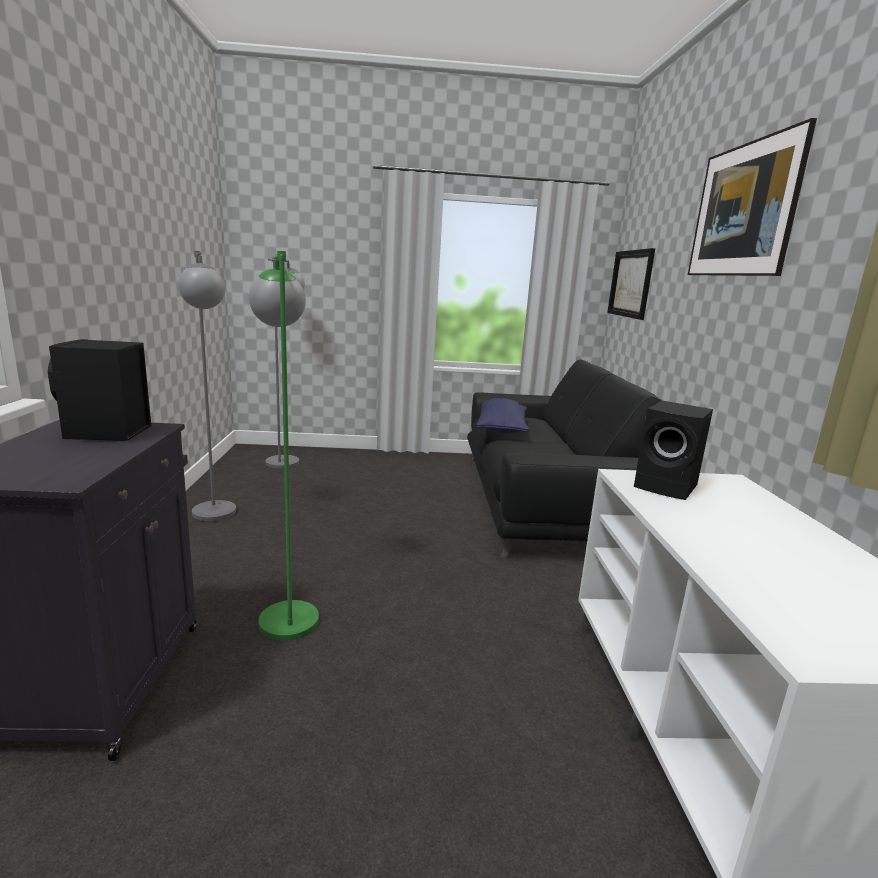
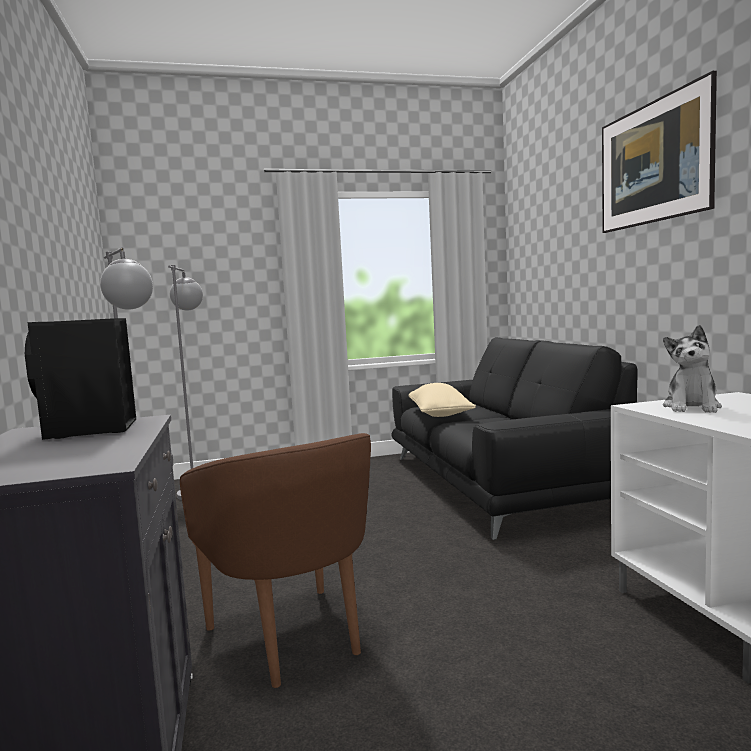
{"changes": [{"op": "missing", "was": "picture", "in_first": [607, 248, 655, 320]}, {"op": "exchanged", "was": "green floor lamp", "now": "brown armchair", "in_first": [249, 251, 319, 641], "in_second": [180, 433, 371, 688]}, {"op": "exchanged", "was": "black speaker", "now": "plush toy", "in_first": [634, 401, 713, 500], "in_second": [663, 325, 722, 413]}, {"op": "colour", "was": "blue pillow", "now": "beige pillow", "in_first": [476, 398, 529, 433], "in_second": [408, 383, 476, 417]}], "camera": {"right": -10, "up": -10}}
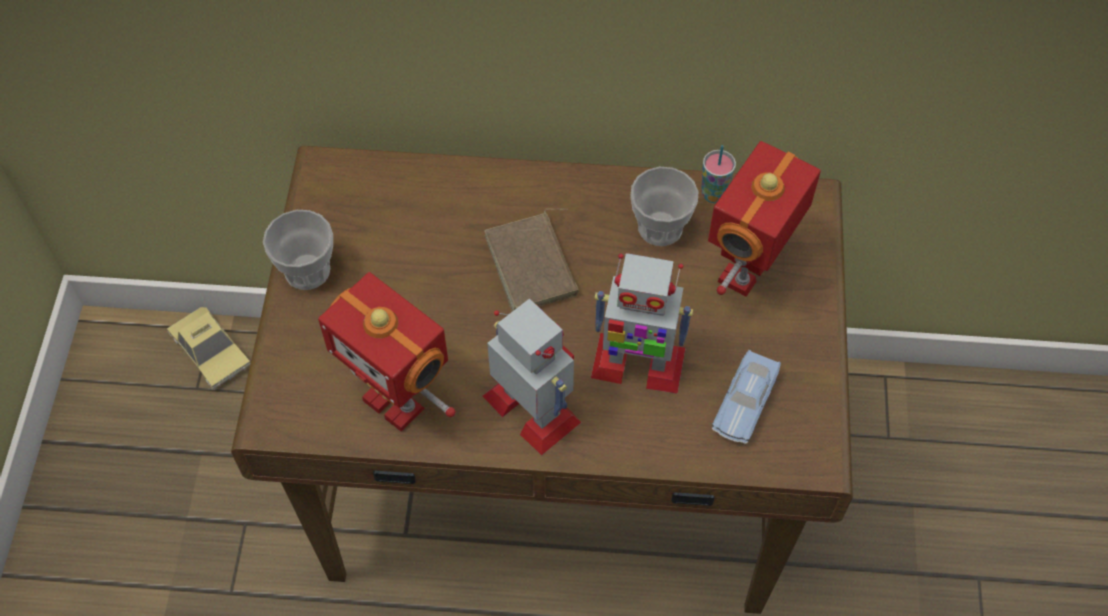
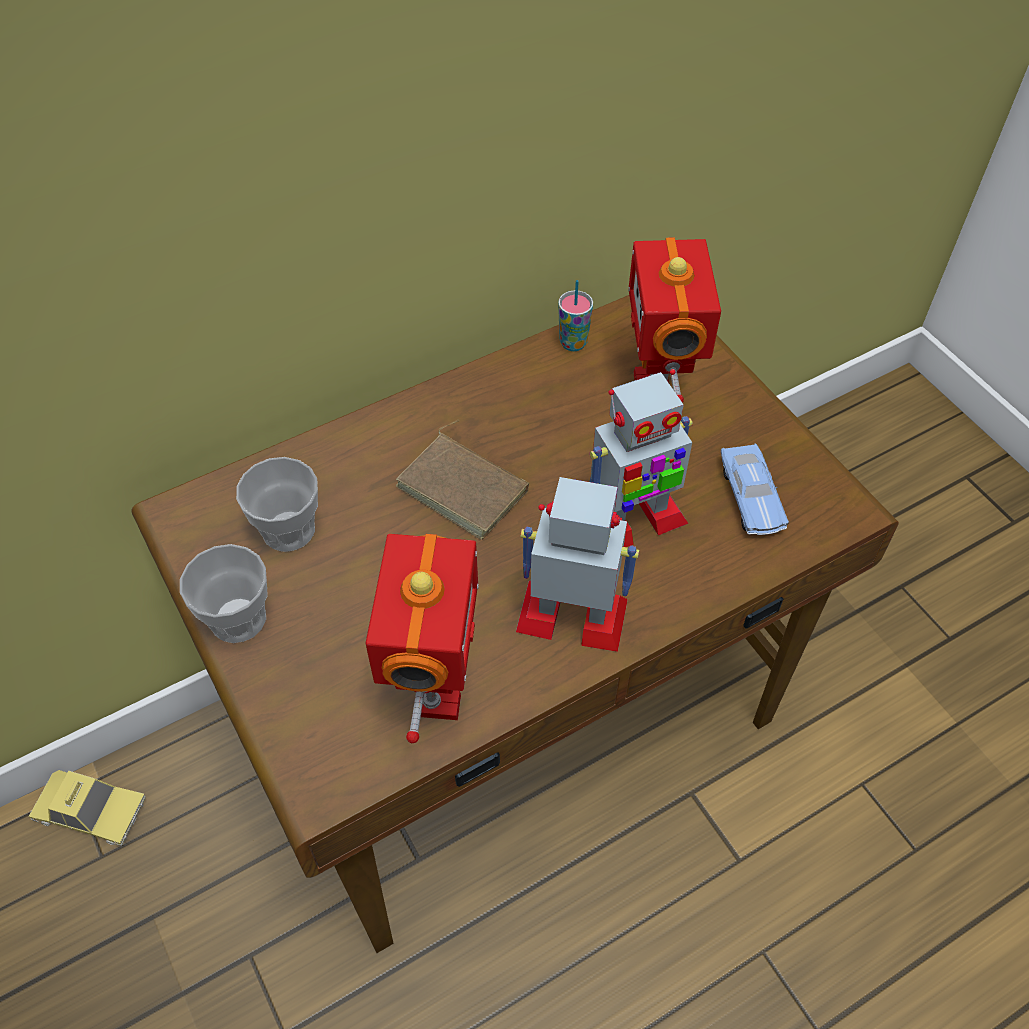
{"changes": [{"op": "relocated", "was": "cup", "in_first": [630, 167, 698, 246], "in_second": [236, 457, 318, 552]}, {"op": "spun", "was": "toy robot", "in_first": [318, 272, 456, 432], "in_second": [365, 534, 479, 743], "clockwise": -90}], "camera": {"right": -35, "up": -5}}
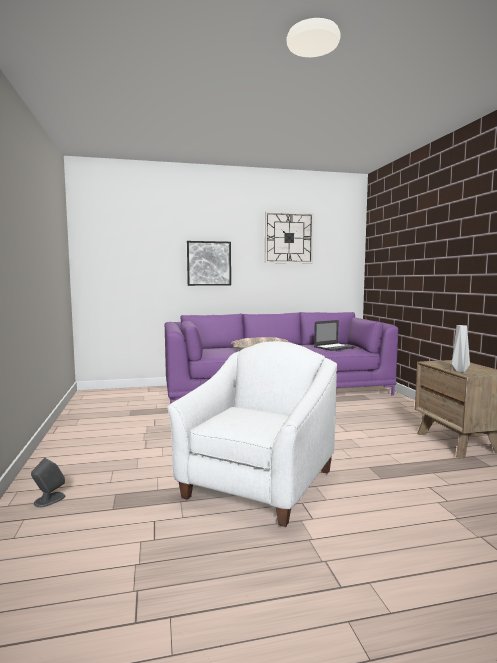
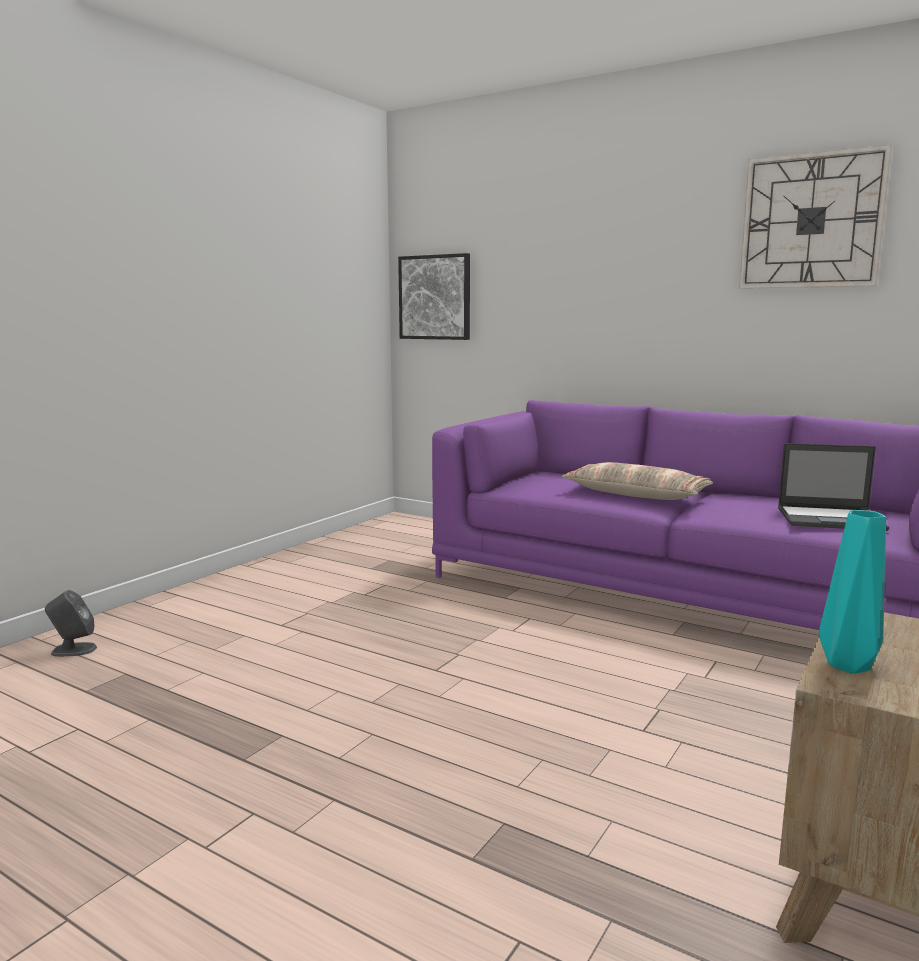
{"changes": [{"op": "missing", "was": "white armchair", "in_first": [167, 341, 337, 527]}, {"op": "relocated", "was": "picture", "in_first": [187, 241, 231, 286], "in_second": [398, 253, 470, 340]}, {"op": "colour", "was": "grey vase", "now": "turquoise vase", "in_first": [452, 325, 470, 372], "in_second": [819, 510, 886, 674]}], "camera": {"right": 45, "up": 5}}
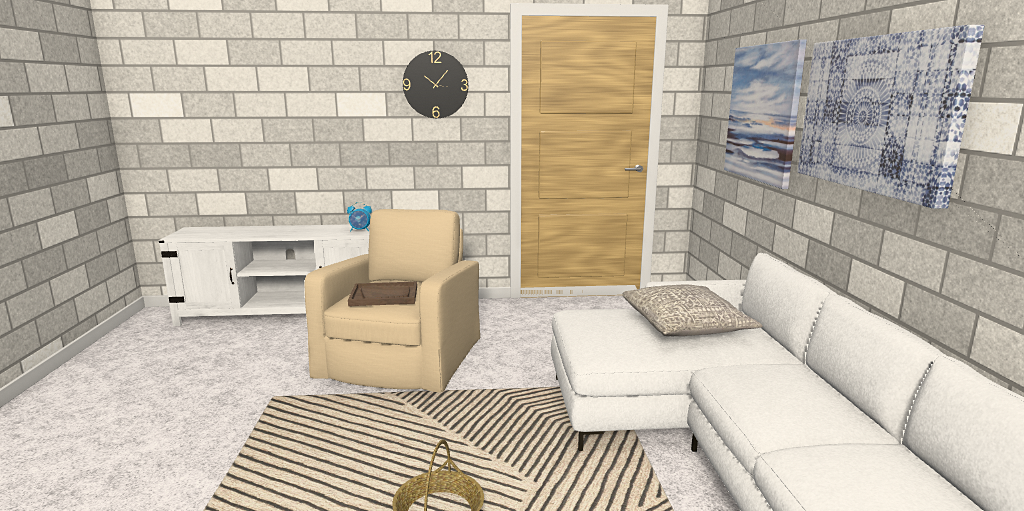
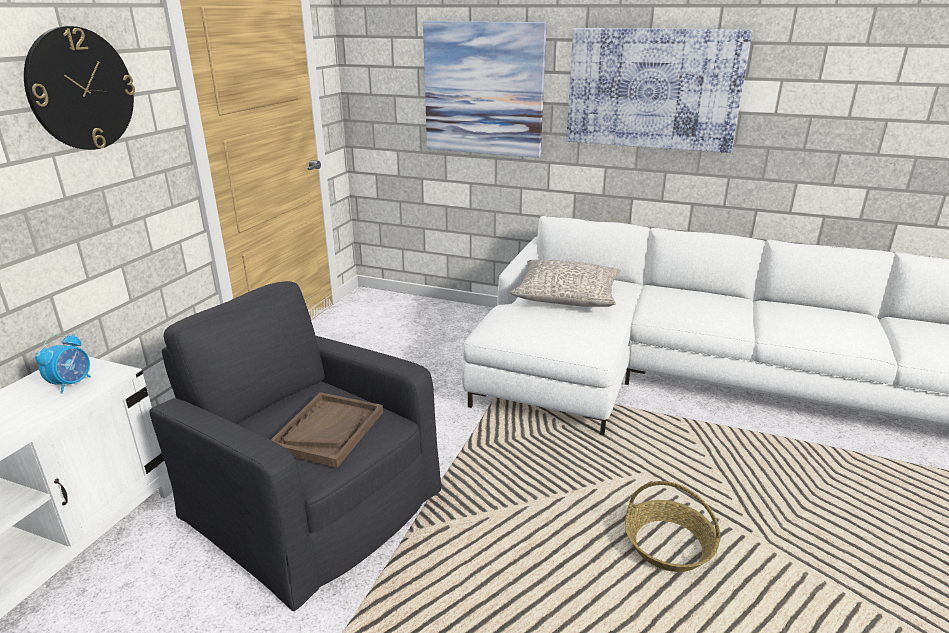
{"changes": [{"op": "colour", "was": "beige armchair", "now": "black armchair", "in_first": [305, 209, 480, 393], "in_second": [150, 281, 441, 611]}], "camera": {"right": -65, "up": 10}}
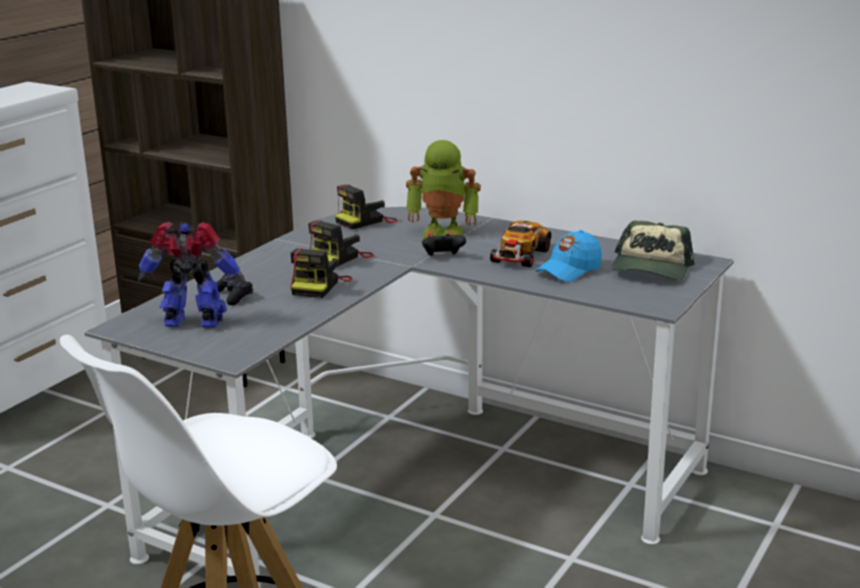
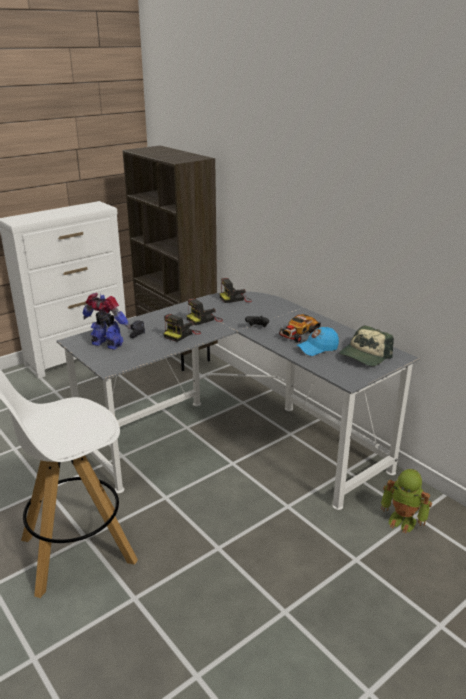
{"changes": [{"op": "relocated", "was": "toy robot", "in_first": [406, 140, 481, 238], "in_second": [381, 469, 432, 533]}], "camera": {"right": 20, "up": 5}}
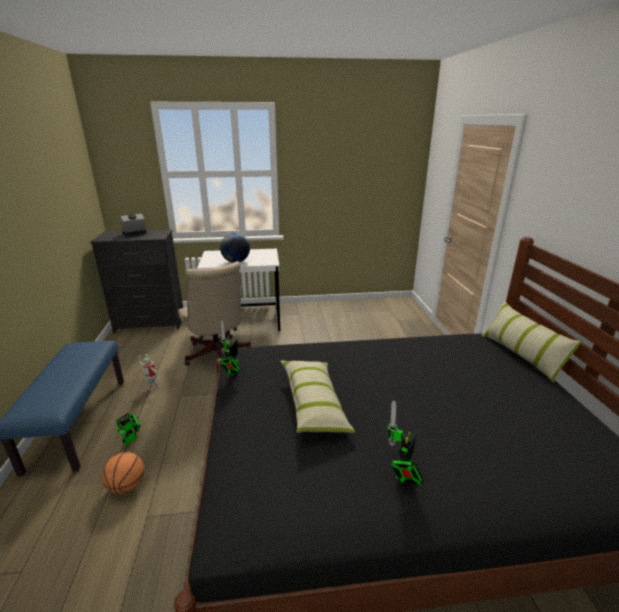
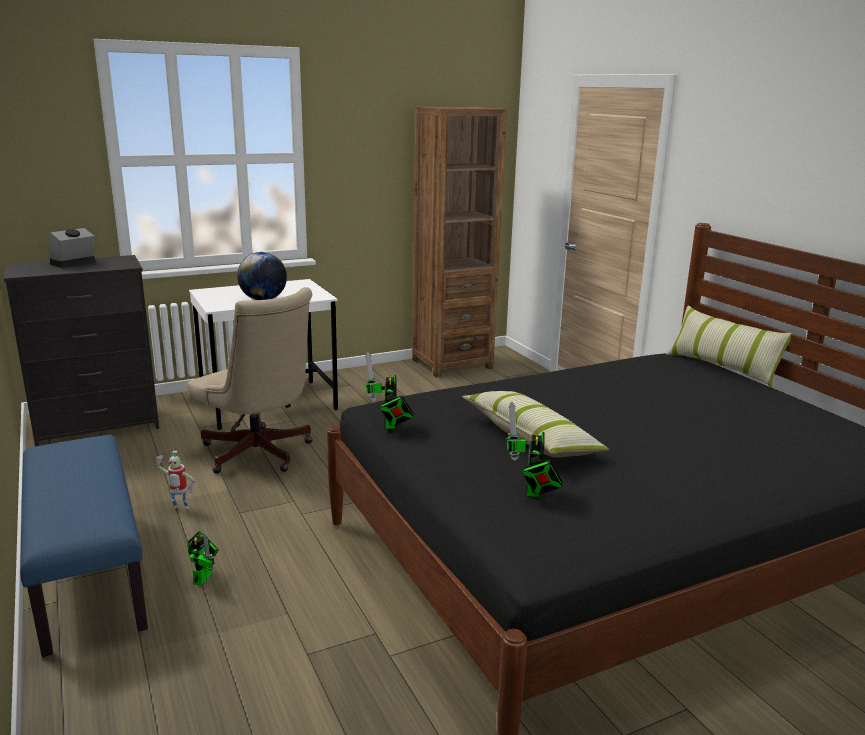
{"changes": [{"op": "missing", "was": "basketball", "in_first": [102, 452, 144, 494]}, {"op": "appeared", "now": "brown bookcase", "in_second": [412, 106, 507, 377]}, {"op": "relocated", "was": "toy robot", "in_first": [387, 400, 424, 485], "in_second": [507, 402, 563, 497]}], "camera": {"right": -20, "up": -5}}
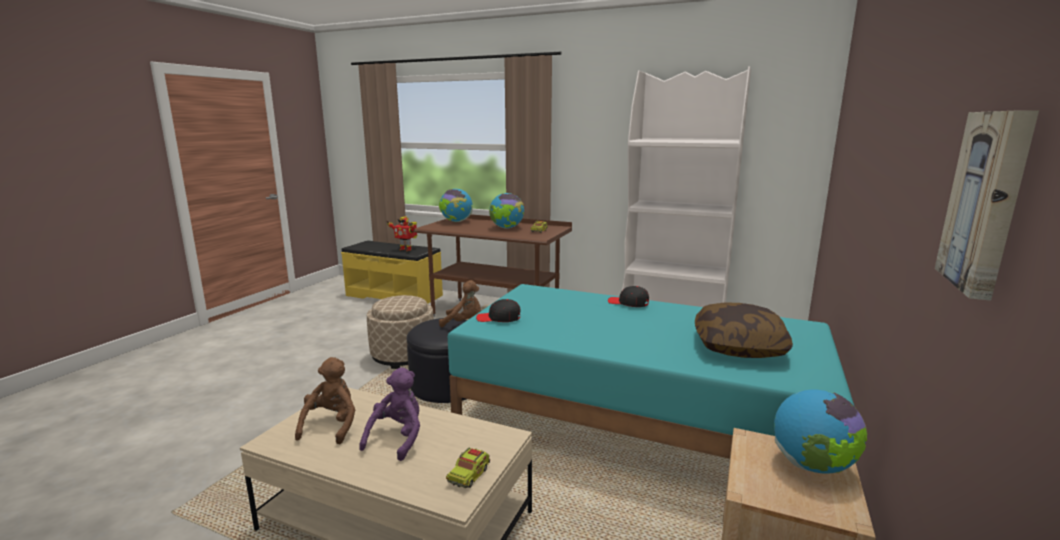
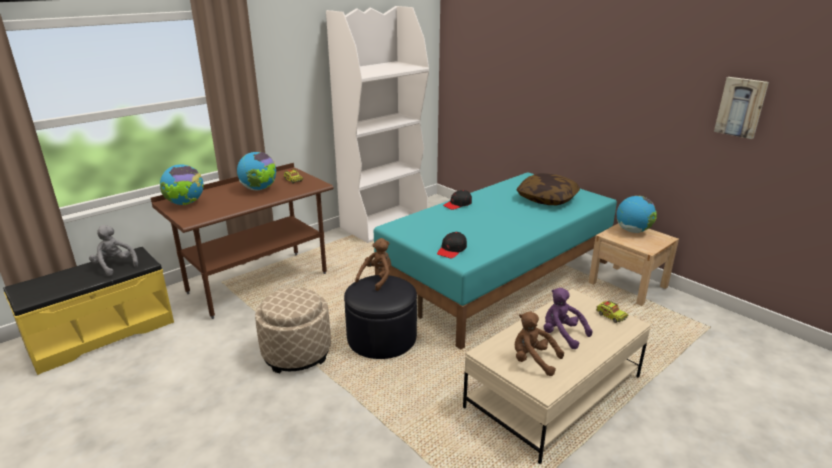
{"changes": [{"op": "exchanged", "was": "toy robot", "now": "grey plush toy", "in_first": [386, 217, 417, 251], "in_second": [89, 225, 138, 276]}], "camera": {"right": -65, "up": 10}}
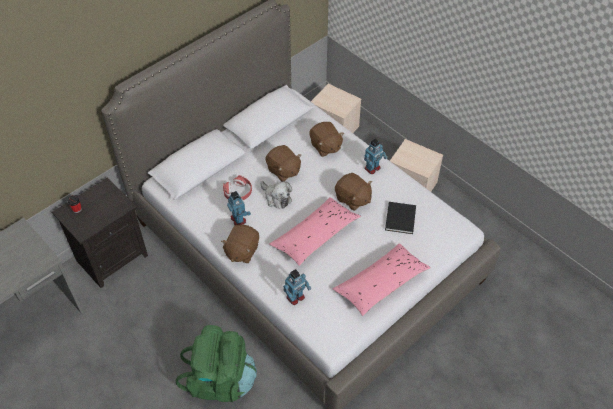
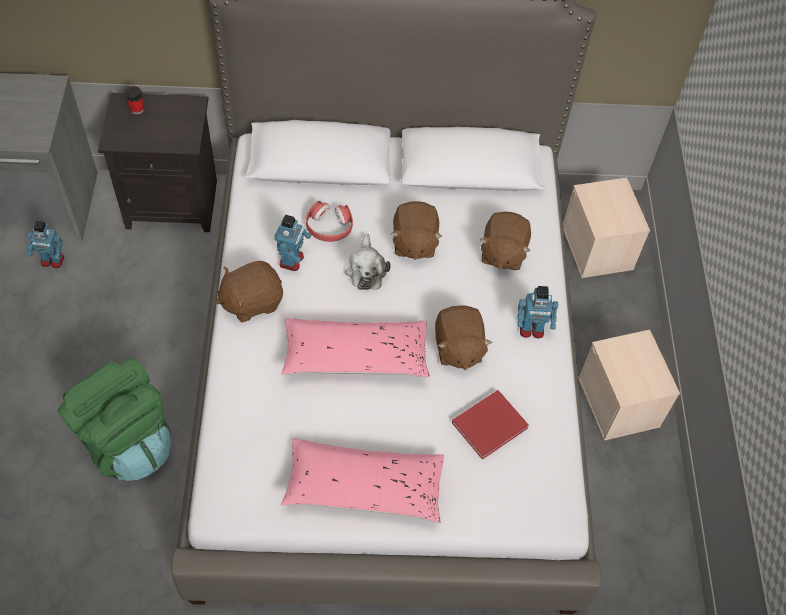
{"changes": [{"op": "relocated", "was": "toy robot", "in_first": [283, 269, 311, 305], "in_second": [27, 221, 64, 268]}, {"op": "colour", "was": "black book", "now": "red book", "in_first": [385, 202, 416, 234], "in_second": [452, 390, 529, 460]}], "camera": {"right": 40, "up": 5}}
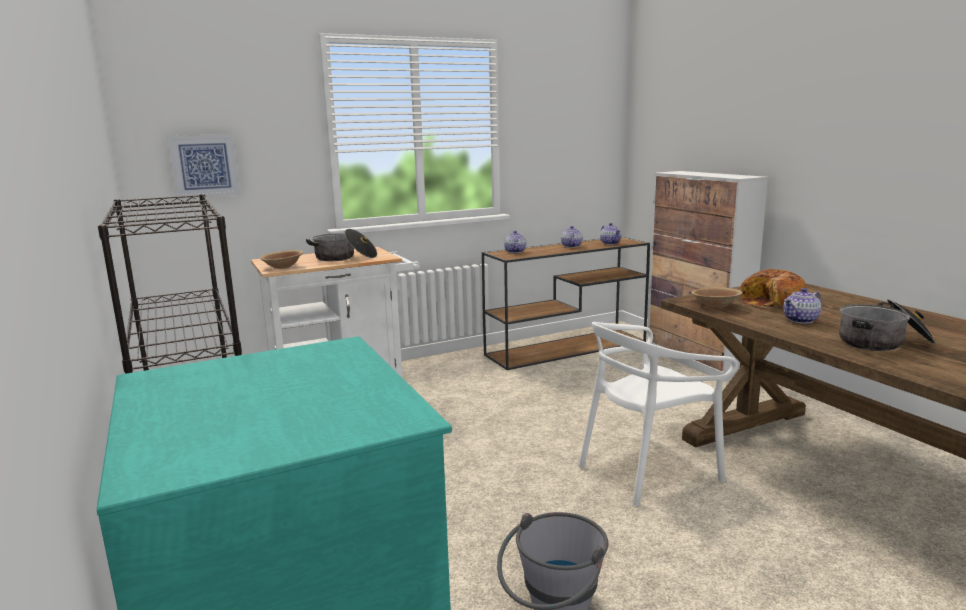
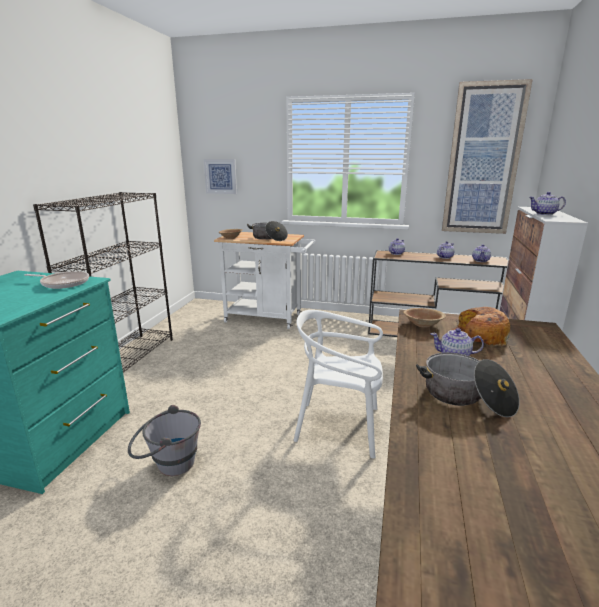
{"changes": [{"op": "appeared", "now": "frying pan", "in_second": [24, 271, 89, 289]}, {"op": "appeared", "now": "picture", "in_second": [442, 79, 533, 234]}, {"op": "appeared", "now": "teapot", "in_second": [529, 192, 566, 215]}], "camera": {"right": 40, "up": 5}}
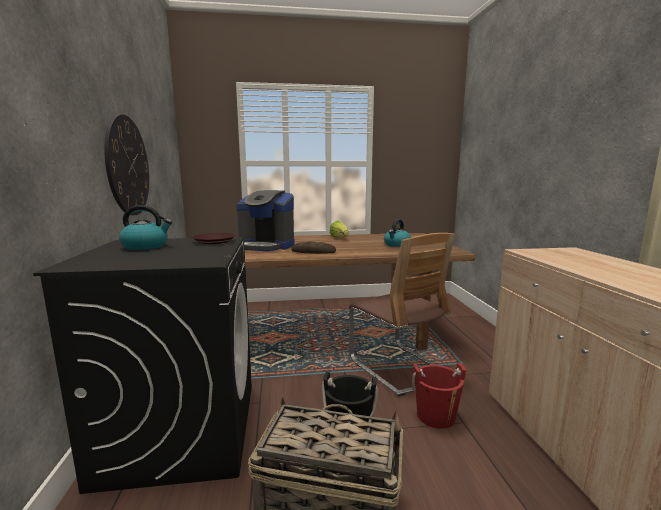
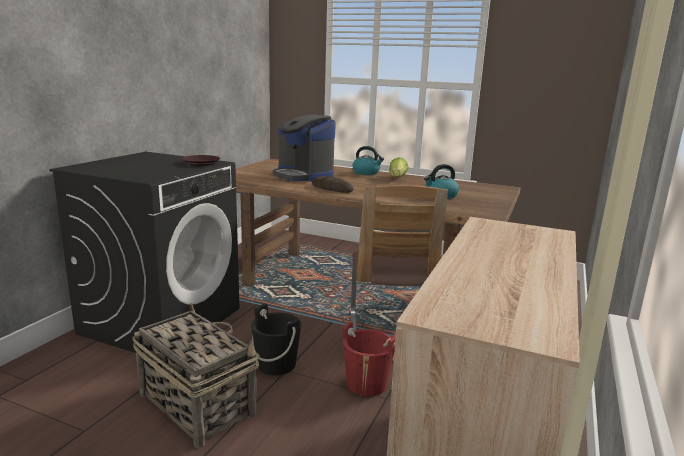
{"changes": [{"op": "missing", "was": "wall clock", "in_first": [104, 114, 149, 215]}, {"op": "relocated", "was": "kettle", "in_first": [119, 205, 172, 250], "in_second": [352, 146, 384, 175]}], "camera": {"right": 30, "up": 5}}
